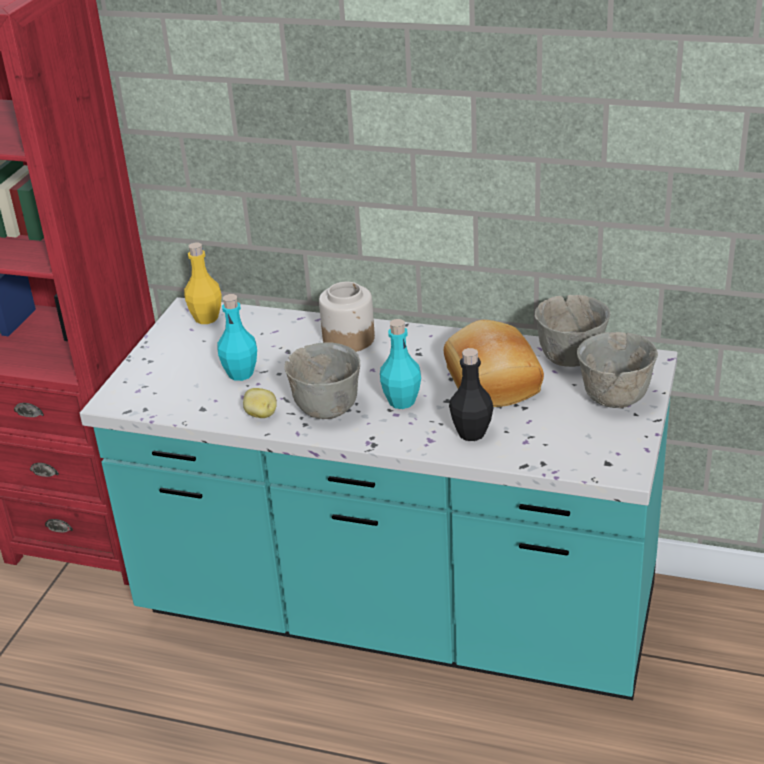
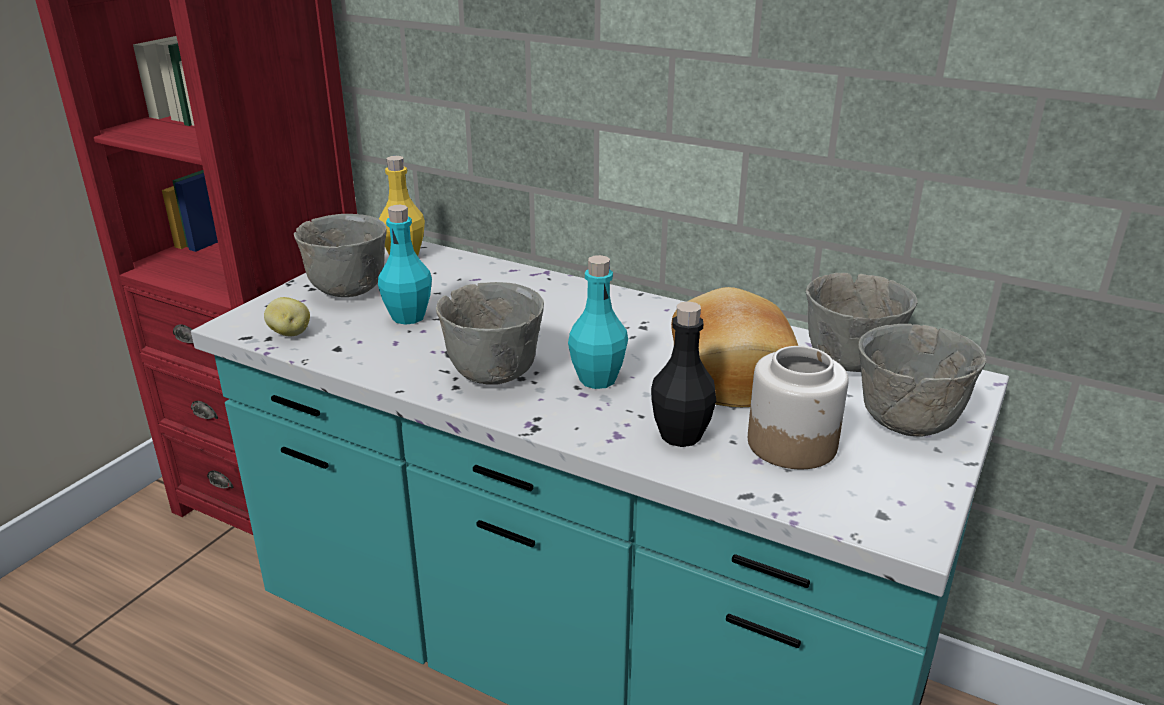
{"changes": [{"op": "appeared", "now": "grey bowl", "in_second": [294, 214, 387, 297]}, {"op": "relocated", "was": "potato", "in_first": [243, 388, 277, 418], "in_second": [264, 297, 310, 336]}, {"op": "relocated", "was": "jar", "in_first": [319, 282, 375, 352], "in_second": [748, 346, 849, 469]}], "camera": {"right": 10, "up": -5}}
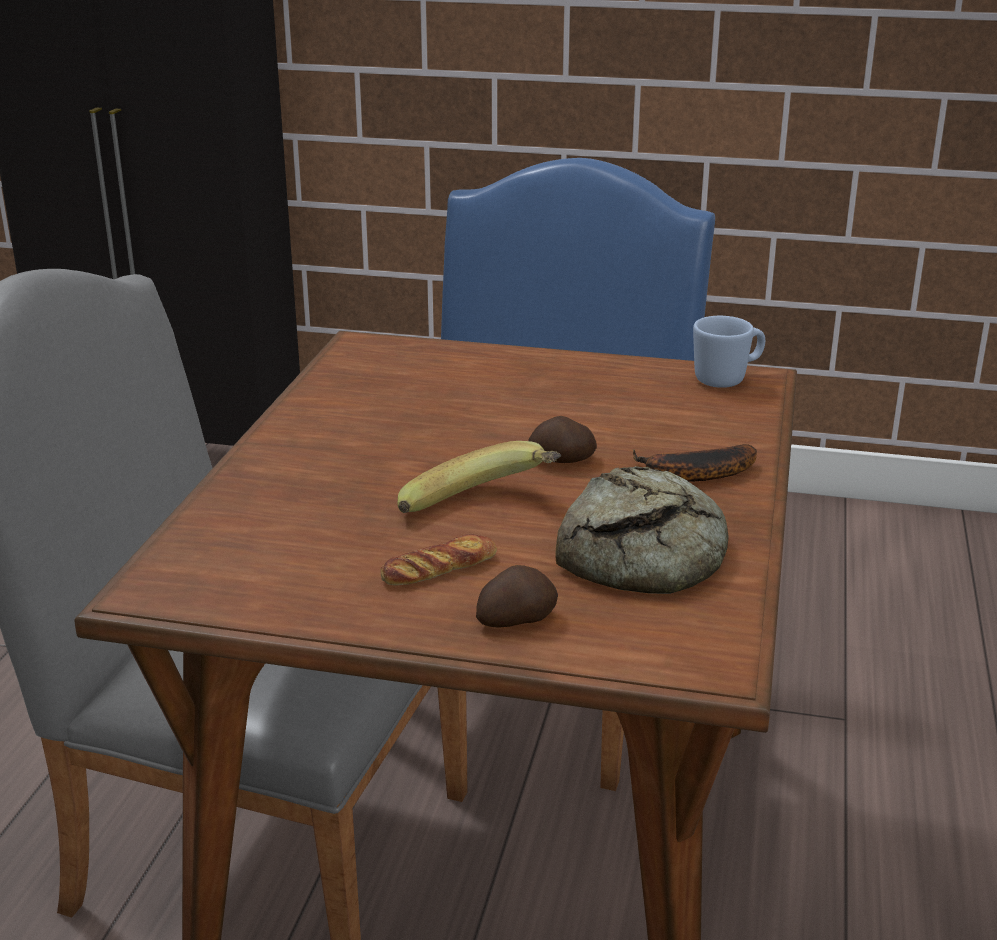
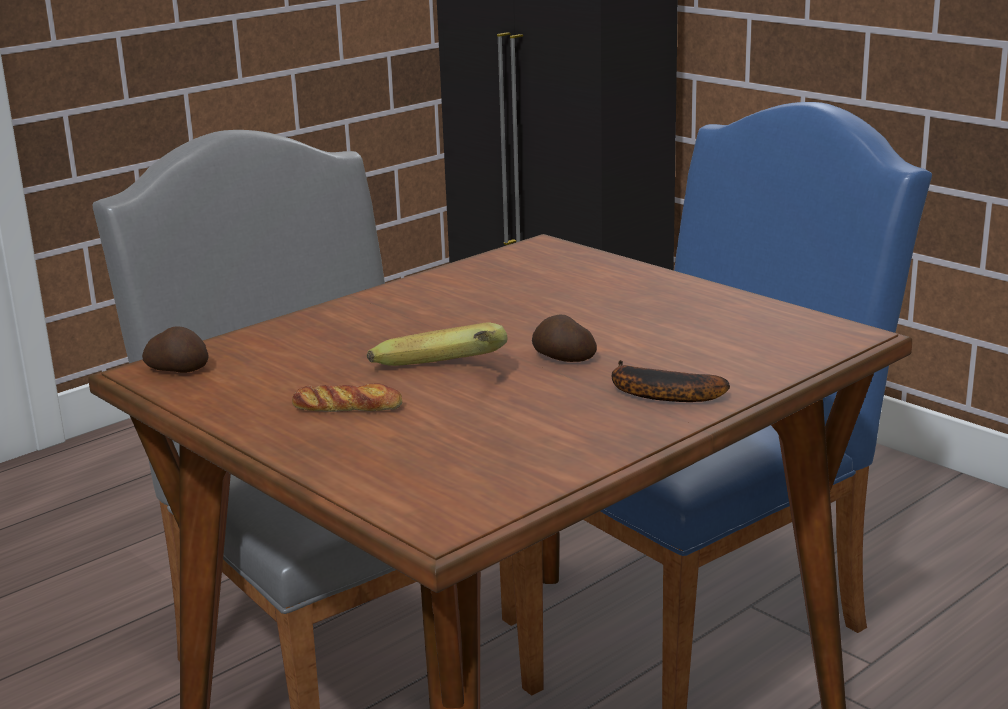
{"changes": [{"op": "missing", "was": "bread", "in_first": [555, 466, 729, 594]}, {"op": "missing", "was": "blue mug", "in_first": [693, 316, 765, 388]}, {"op": "relocated", "was": "potato", "in_first": [476, 565, 558, 627], "in_second": [142, 326, 209, 373]}], "camera": {"right": 35, "up": -5}}
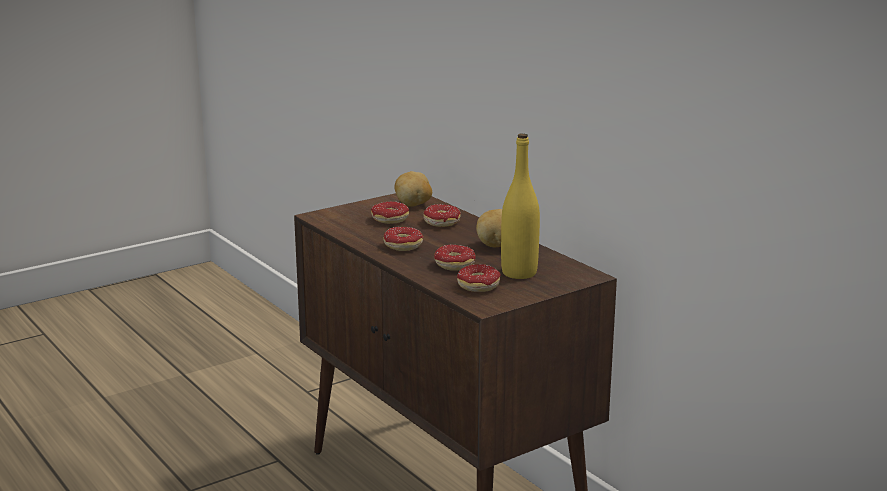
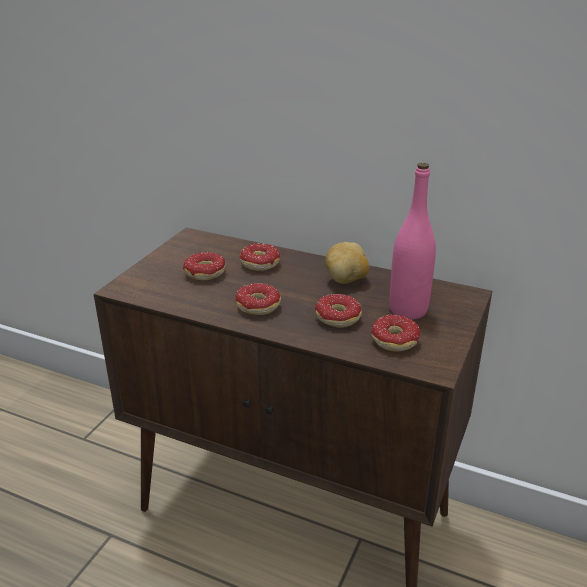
{"changes": [{"op": "missing", "was": "potato", "in_first": [394, 171, 432, 207]}, {"op": "colour", "was": "yellow bottle", "now": "pink bottle", "in_first": [501, 133, 540, 279], "in_second": [390, 163, 436, 320]}], "camera": {"right": -30, "up": 10}}
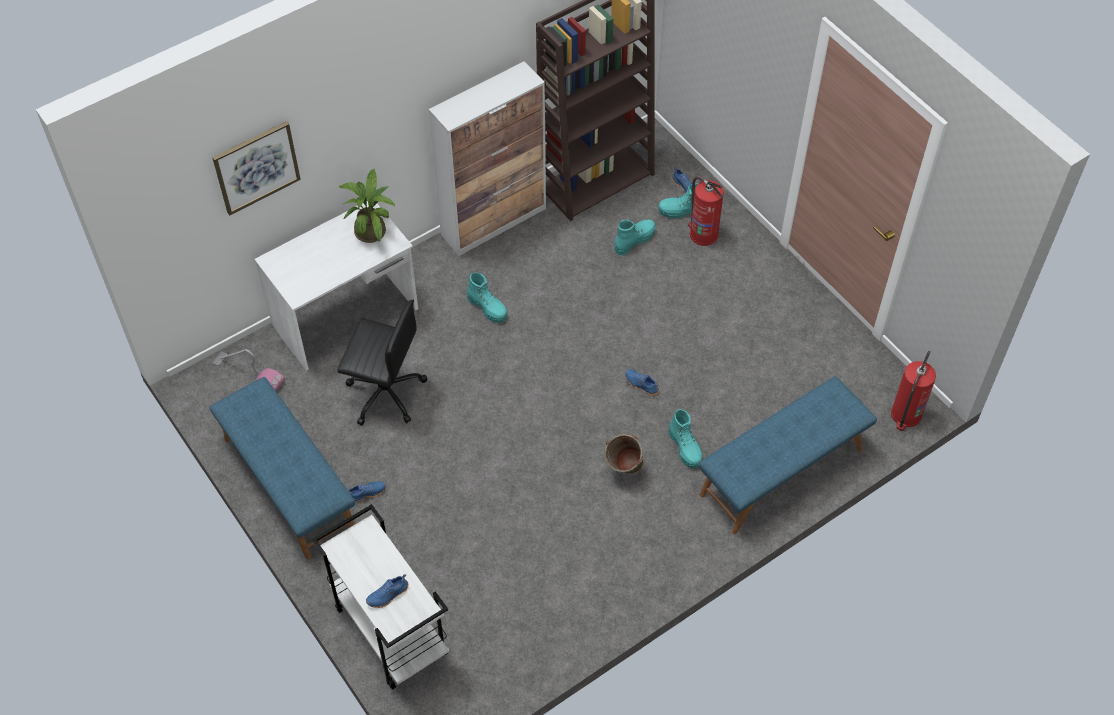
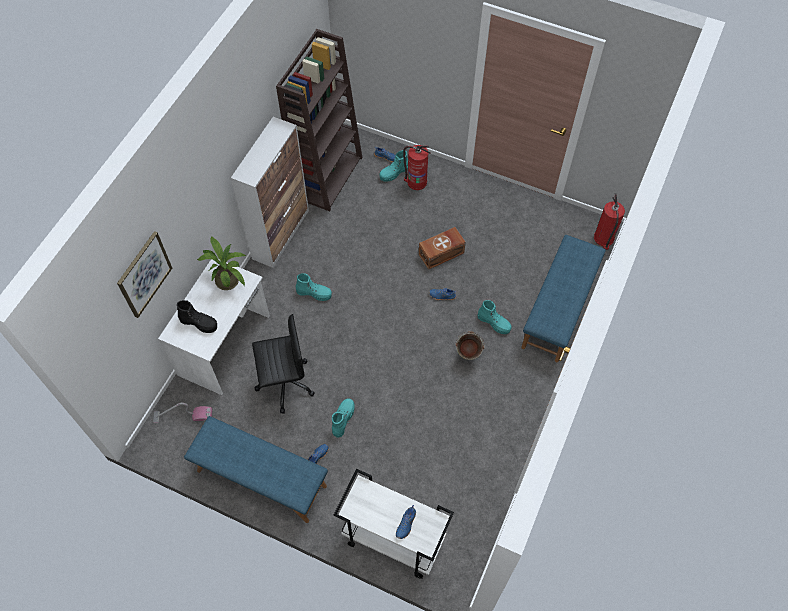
{"changes": [{"op": "appeared", "now": "black boot", "in_second": [177, 300, 217, 333]}, {"op": "appeared", "now": "brown storage box", "in_second": [419, 227, 466, 269]}, {"op": "relocated", "was": "turquoise boot", "in_first": [615, 220, 656, 255], "in_second": [332, 399, 355, 438]}], "camera": {"right": -30, "up": 5}}
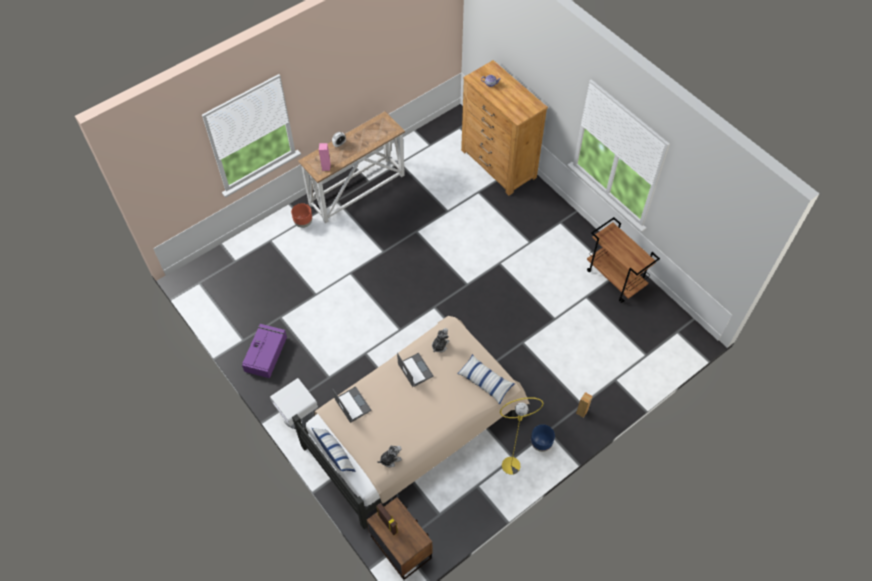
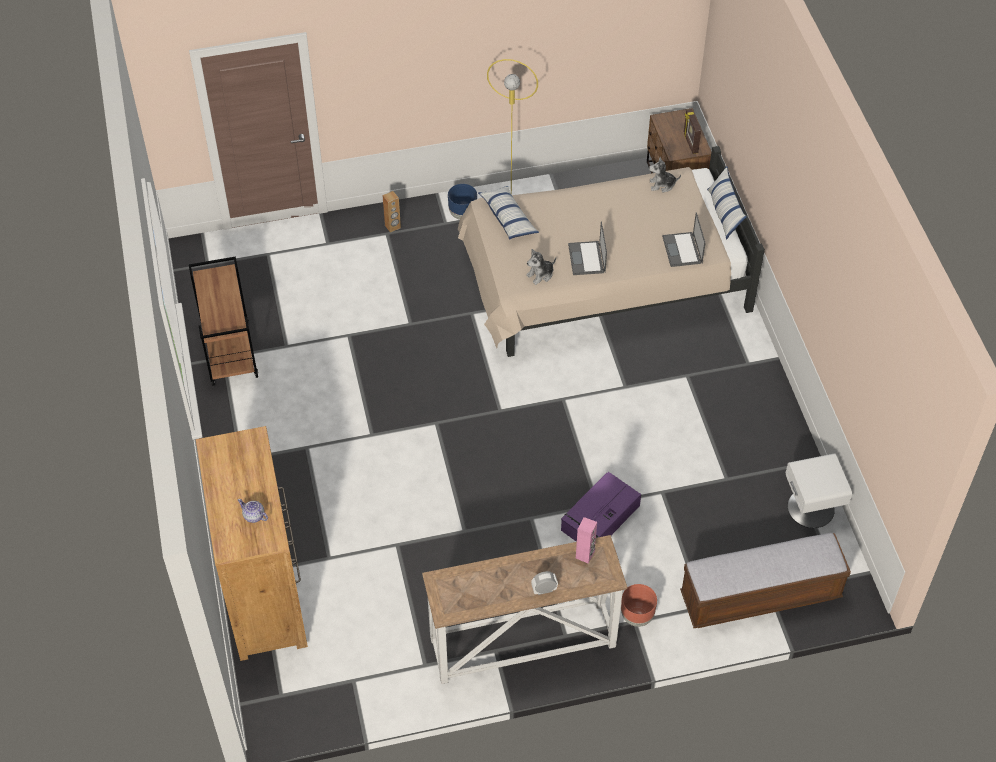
{"changes": [{"op": "appeared", "now": "bench", "in_second": [680, 533, 851, 628]}, {"op": "relocated", "was": "purple storage box", "in_first": [242, 324, 287, 378], "in_second": [561, 472, 641, 542]}, {"op": "relocated", "was": "white nightstand", "in_first": [270, 378, 318, 429], "in_second": [786, 453, 852, 528]}], "camera": {"right": -155, "up": -5}}
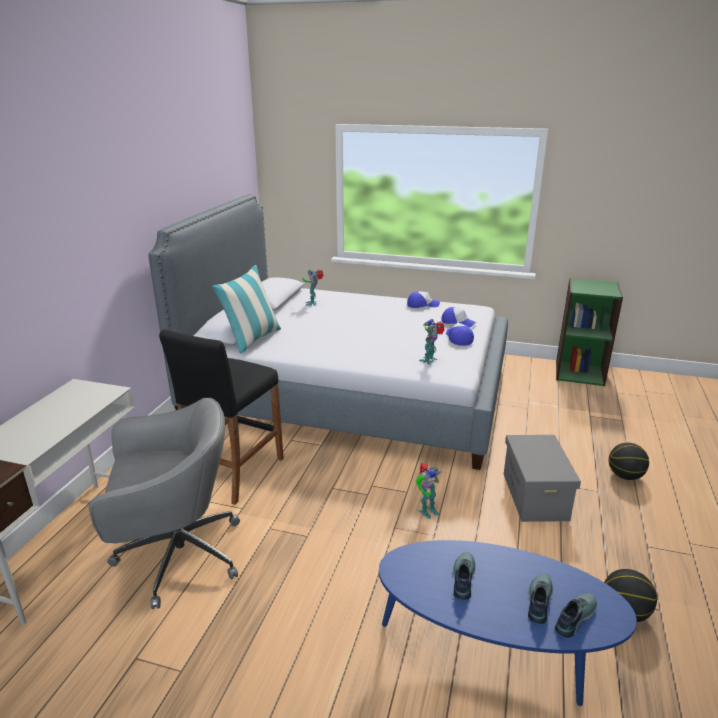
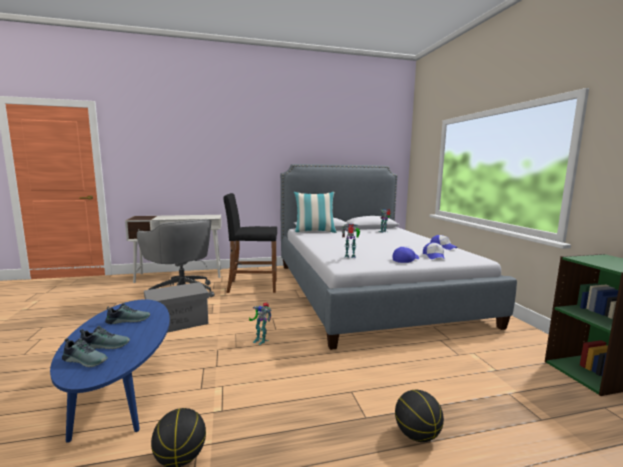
{"changes": [{"op": "relocated", "was": "grey storage box", "in_first": [504, 435, 581, 522], "in_second": [144, 282, 209, 333]}], "camera": {"right": 60, "up": -15}}
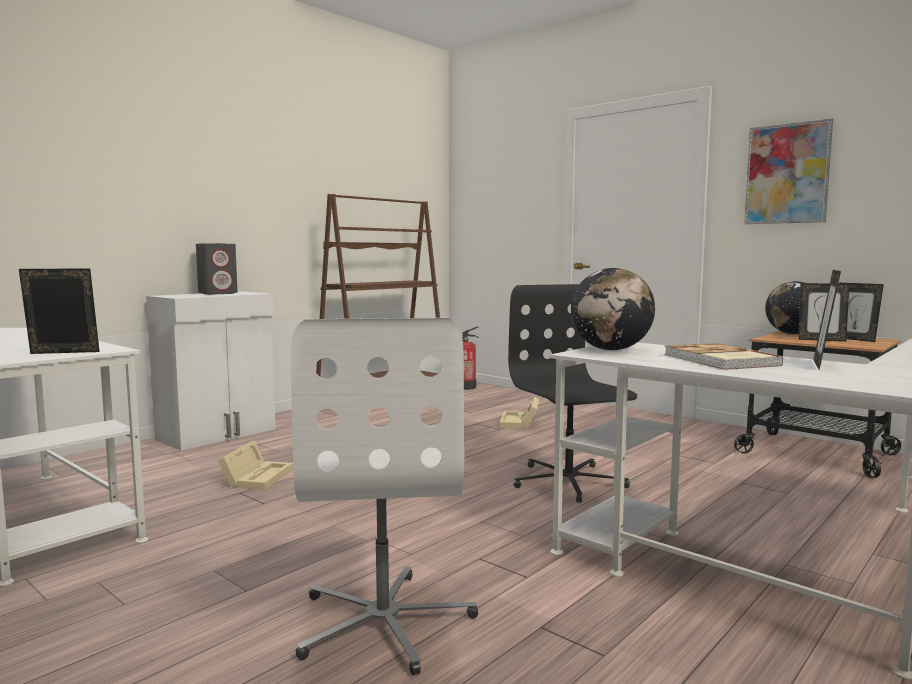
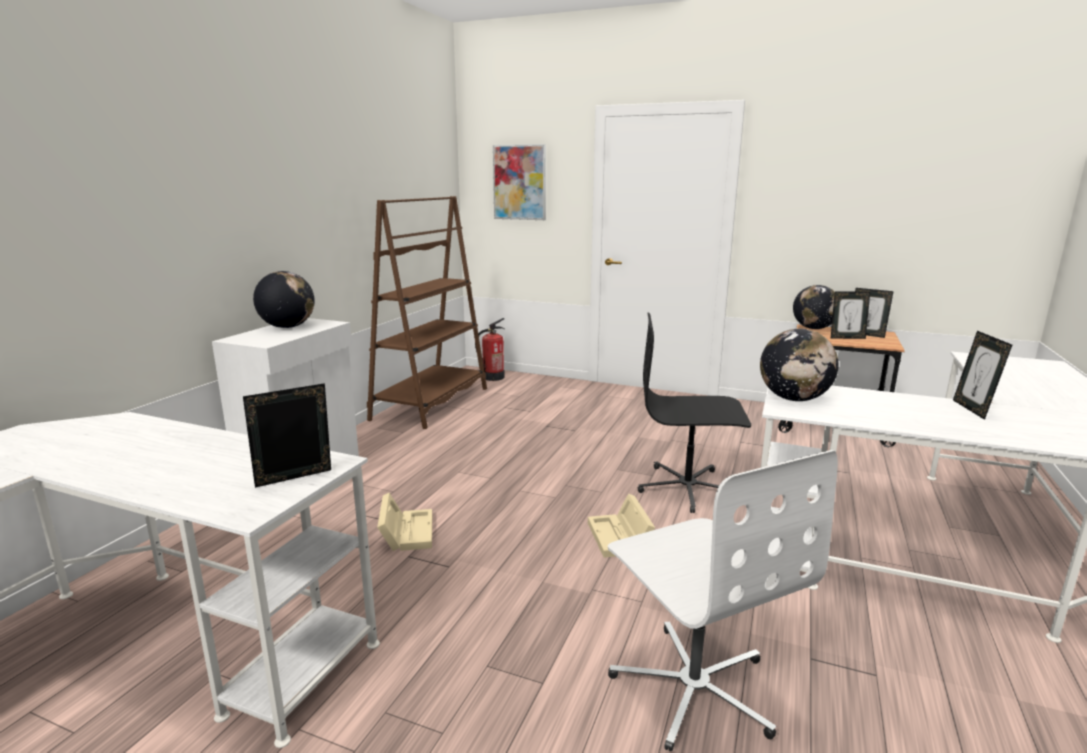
{"changes": [{"op": "missing", "was": "book", "in_first": [664, 343, 784, 370]}, {"op": "relocated", "was": "beige storage box", "in_first": [499, 396, 539, 429], "in_second": [588, 494, 655, 558]}, {"op": "relocated", "was": "picture", "in_first": [744, 118, 833, 224], "in_second": [493, 144, 546, 220]}, {"op": "exchanged", "was": "grey speaker", "now": "globe", "in_first": [196, 243, 238, 295], "in_second": [253, 271, 315, 328]}, {"op": "spun", "was": "black office chair", "in_first": [508, 284, 637, 503], "in_second": [638, 313, 751, 513], "clockwise": -45}], "camera": {"right": -20, "up": 10}}
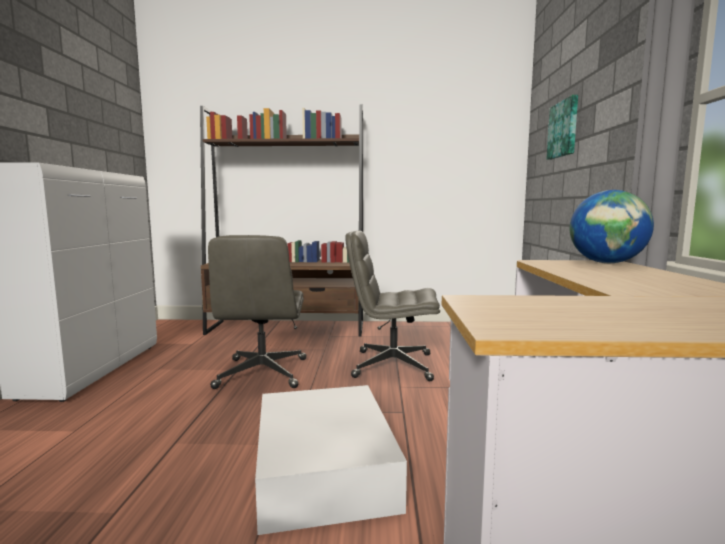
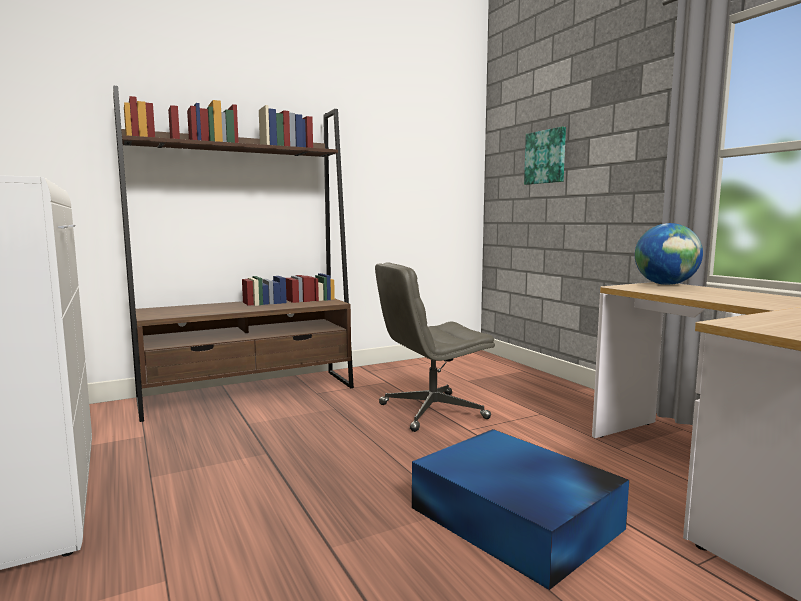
{"changes": [{"op": "missing", "was": "grey office chair", "in_first": [208, 235, 306, 389]}, {"op": "colour", "was": "white storage box", "now": "blue storage box", "in_first": [255, 385, 407, 535], "in_second": [412, 429, 629, 590]}], "camera": {"right": -30, "up": 0}}
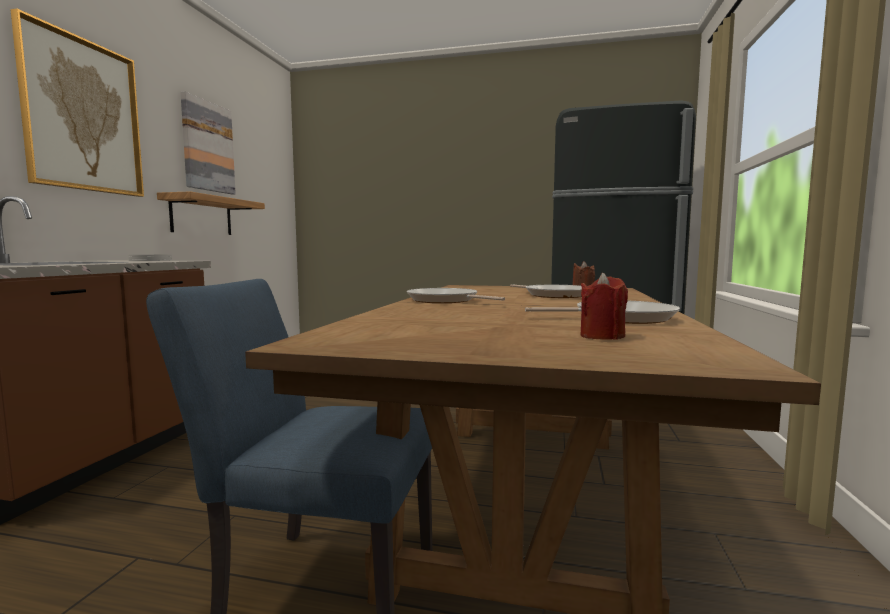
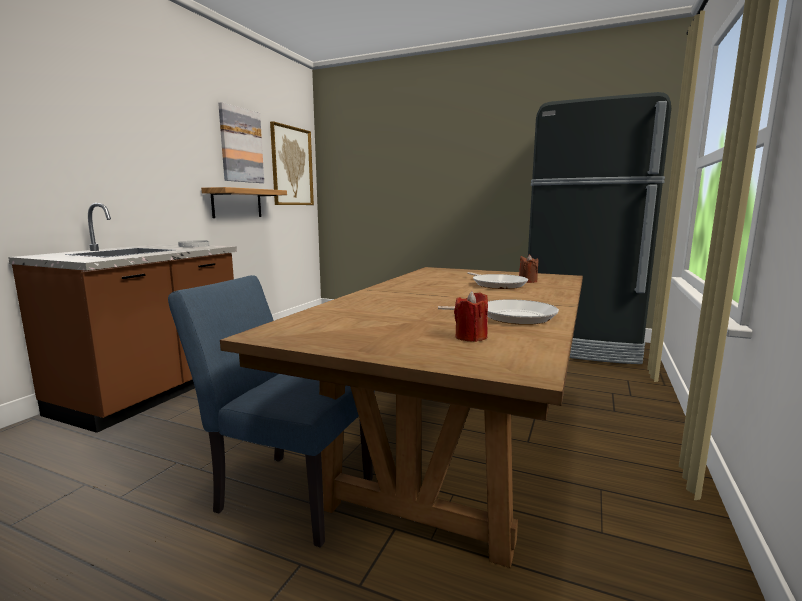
{"changes": [{"op": "missing", "was": "frying pan", "in_first": [407, 288, 505, 303]}, {"op": "relocated", "was": "picture", "in_first": [10, 8, 144, 197], "in_second": [270, 121, 314, 205]}], "camera": {"right": 10, "up": 5}}
